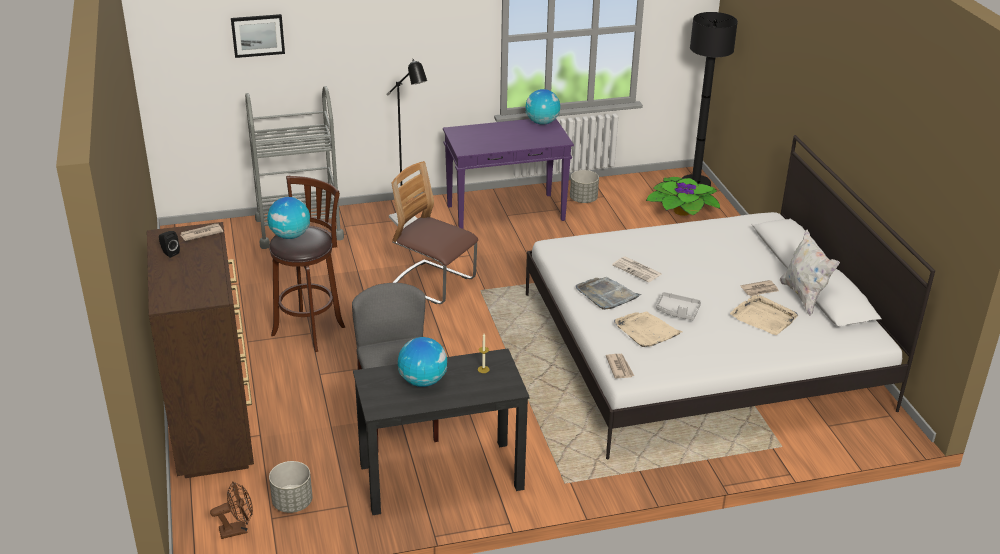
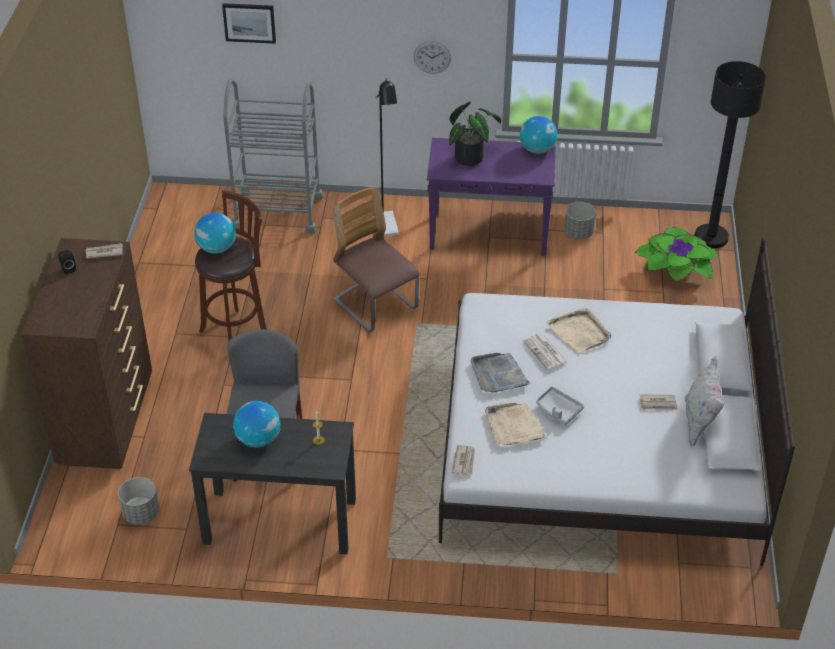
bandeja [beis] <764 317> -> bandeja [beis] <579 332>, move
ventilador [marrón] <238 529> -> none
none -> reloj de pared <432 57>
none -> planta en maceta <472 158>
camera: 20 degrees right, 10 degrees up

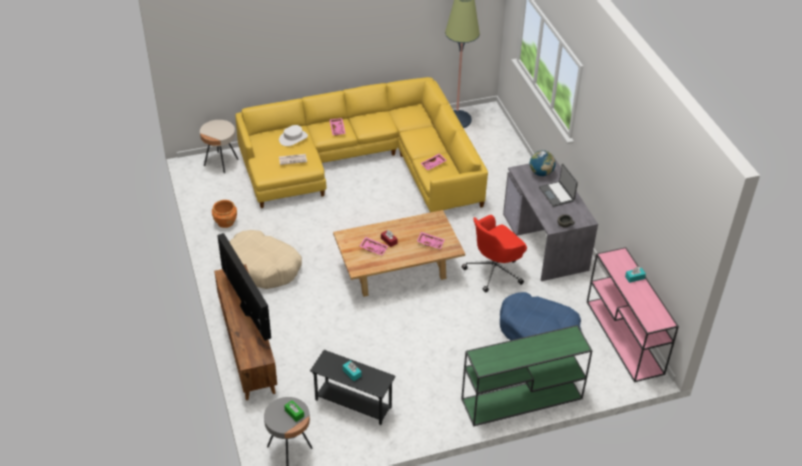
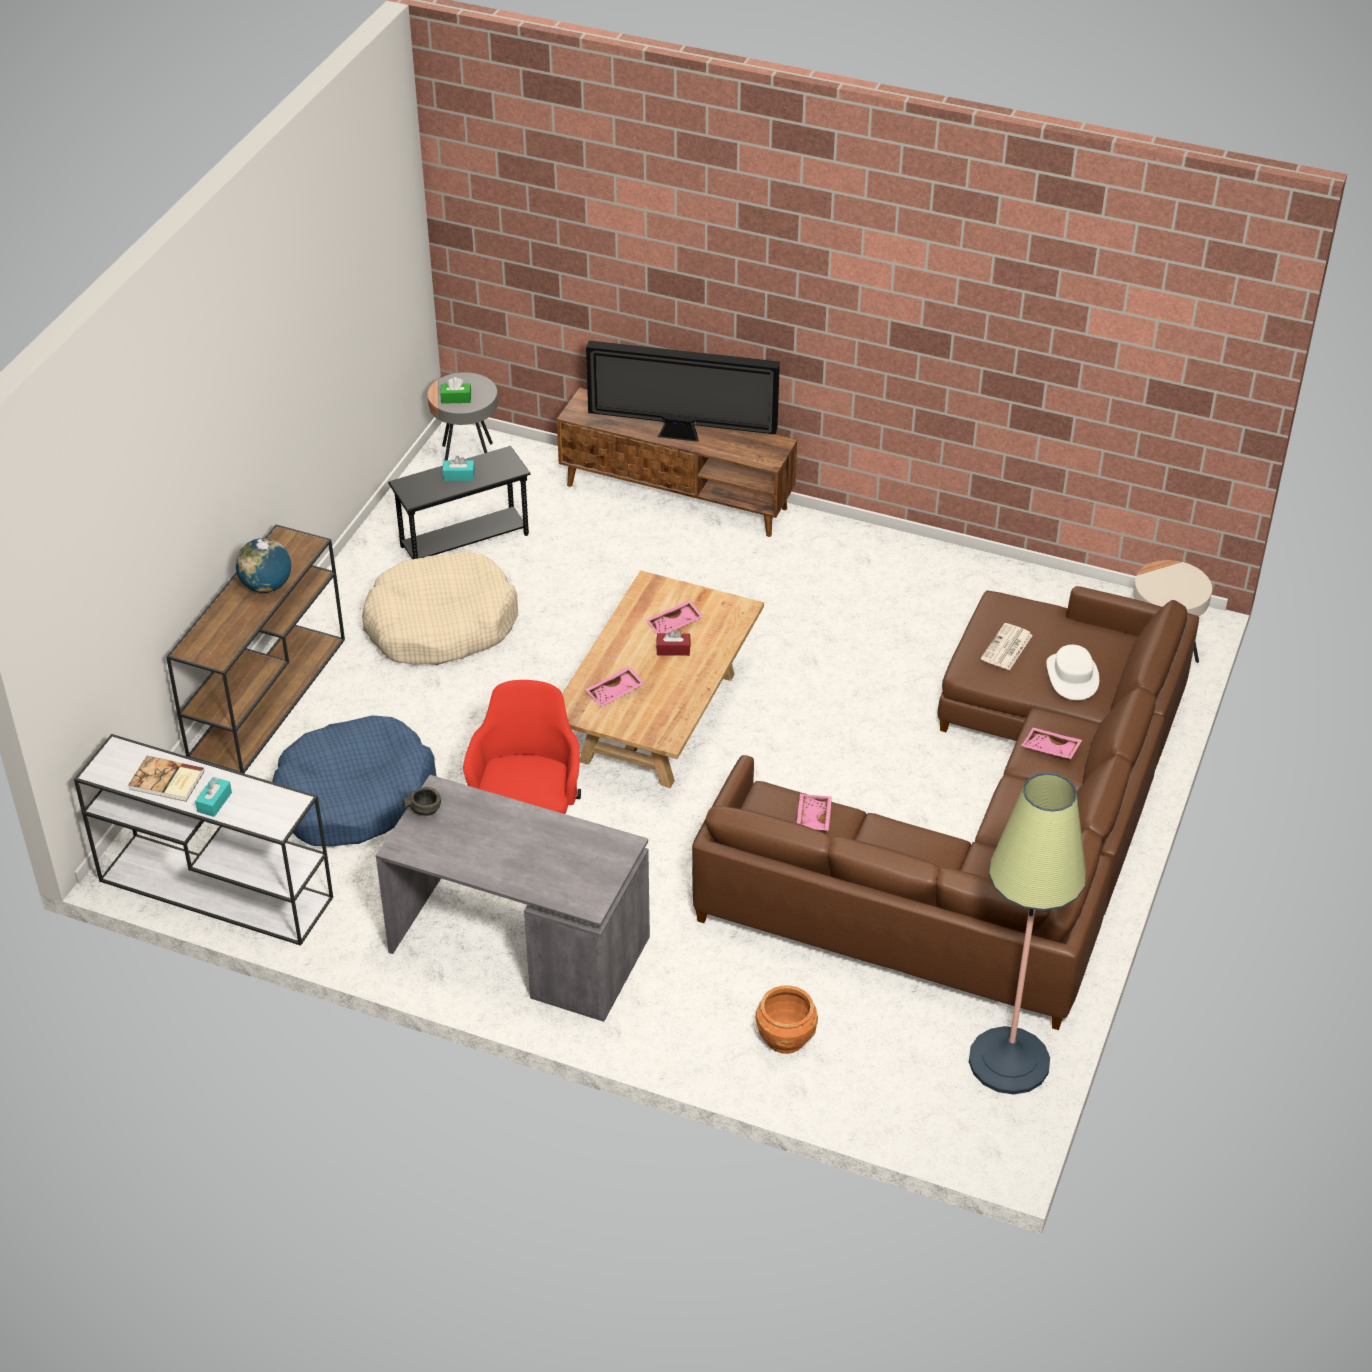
sofá [amarillo] <364 162> -> sofá [marrón] <990 833>
globo terráqueo <541 173> -> globo terráqueo <266 586>, move
portátil <557 194> -> none
maceta [naranja] <225 222> -> maceta [naranja] <786 1037>, move
cama para perro [beis] <263 267> -> cama para perro [beis] <440 625>, move
mesa consola [rosa] <625 338> -> mesa consola [blanco] <213 889>
mesa consola [verde] <520 399> -> mesa consola [marrón] <268 696>
none -> libro <167 781>
camera: 130 degrees right, 0 degrees up

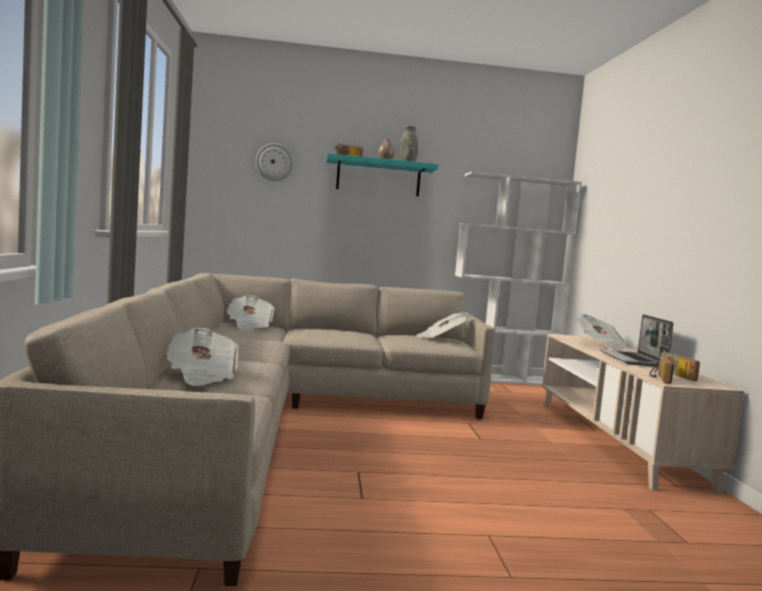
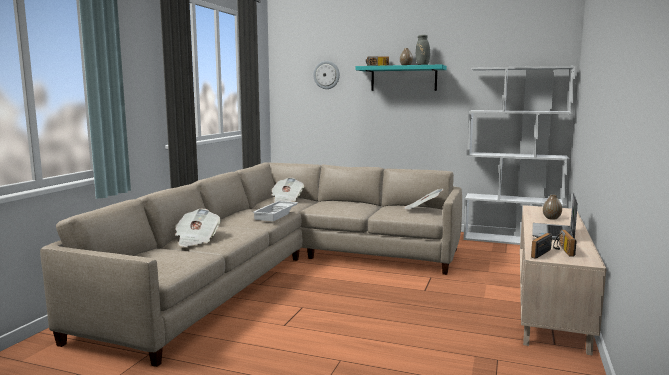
periódico <601 346> -> florero <551 218>
none -> bandeja [blanco] <277 214>
camera: 25 degrees right, 5 degrees up

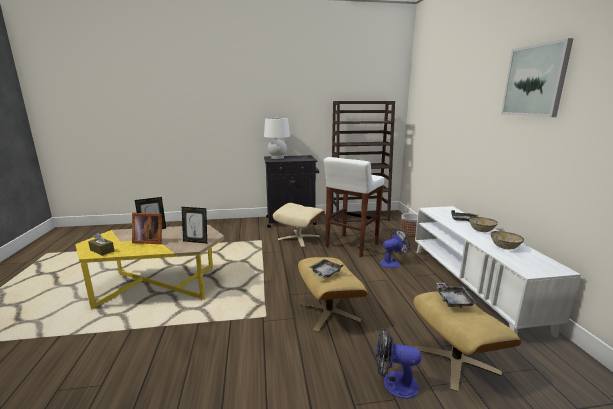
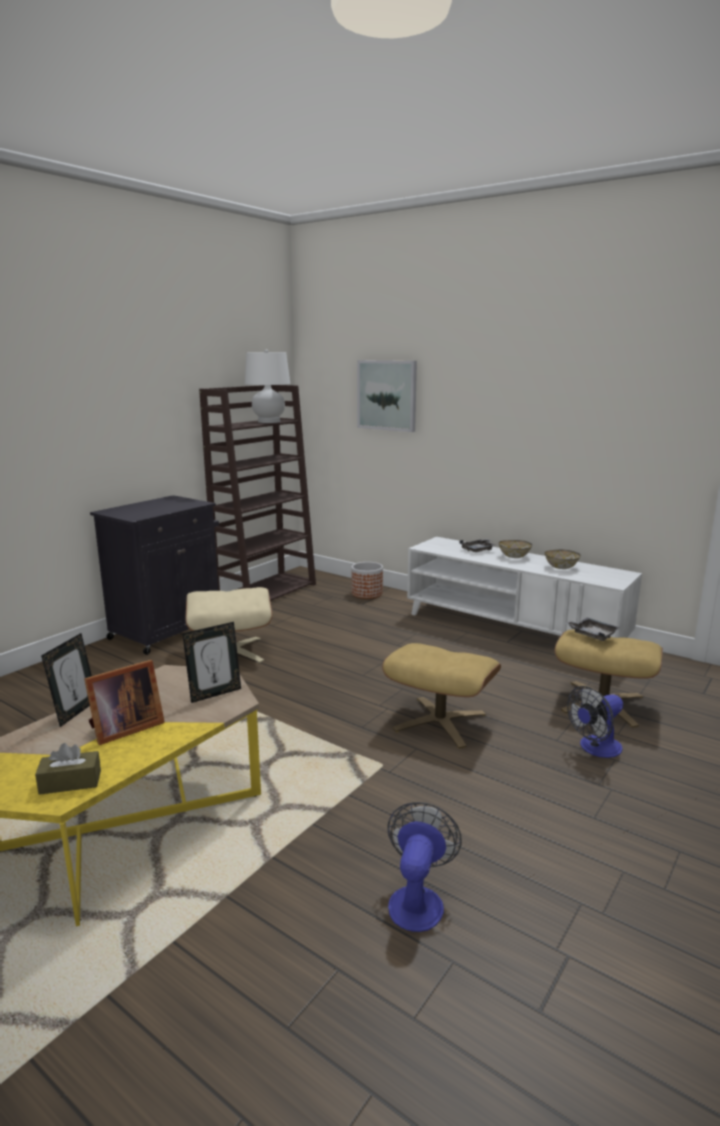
cuadro <535 81> -> cuadro <387 395>, move
lámpara de mesa [blanco] <277 157> -> lámpara de mesa [blanco] <269 421>, move
taburete [blanco] <351 245> -> none
ventilador <392 262> -> ventilador <417 900>, move
bandeja [gris] <325 273> -> none
camera: 45 degrees left, 0 degrees up

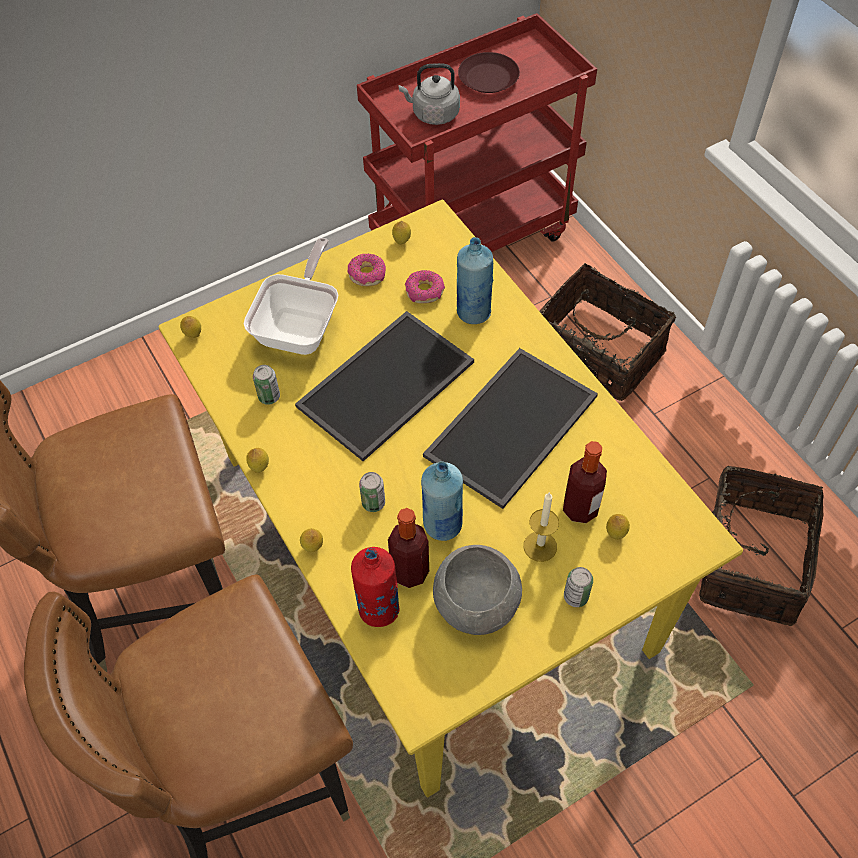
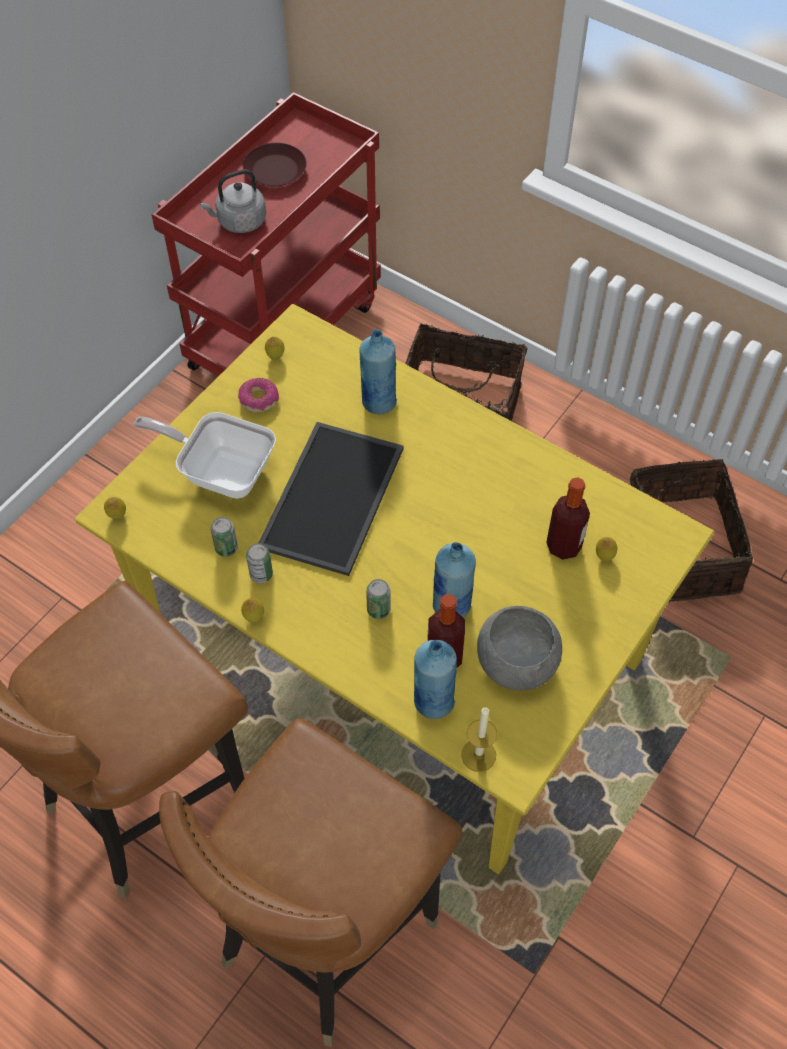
sartén <301 326> -> sartén <221 471>, 60 degrees counterclockwise
rosquilla <425 292> -> none
bandeja <512 428> -> none
vela <540 546> -> vela <478 755>, move
limón <313 547> -> none
botella [rojo] <378 608> -> botella [azul] <433 701>
lata <575 596> -> lata <261 574>, move
camera: 25 degrees left, 0 degrees up

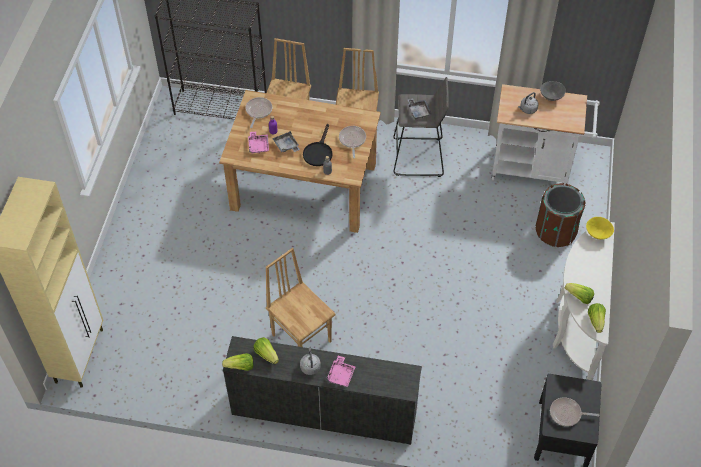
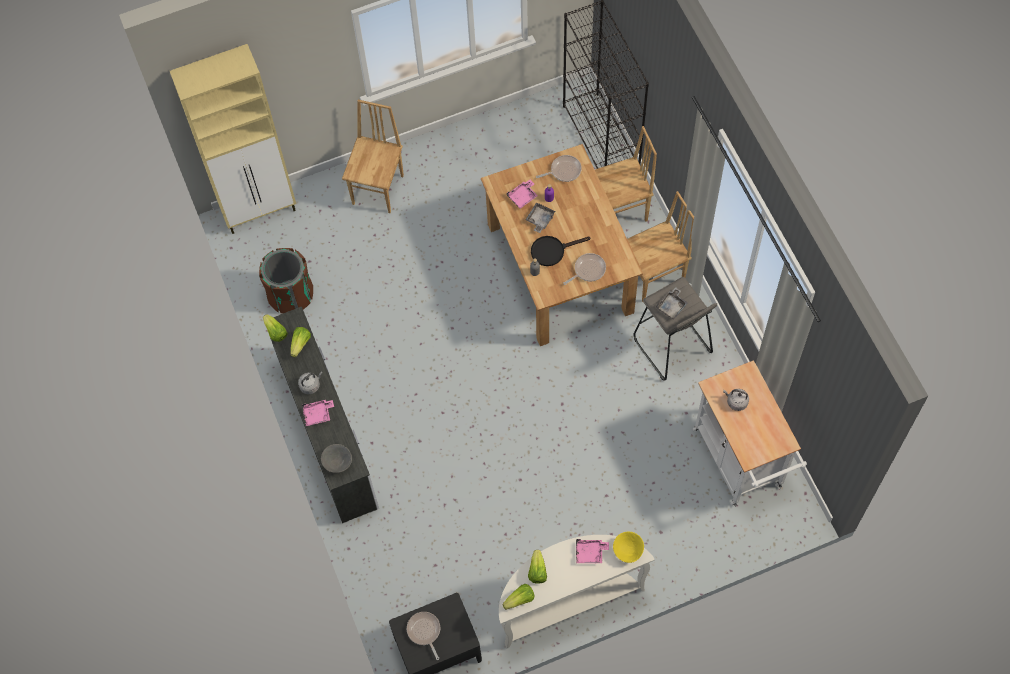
cuenco [gris] <551 97> -> cuenco [gris] <338 463>, move
papelera [marrón] <555 231> -> papelera [marrón] <291 295>, move
silla [marrón] <302 337> -> silla [marrón] <379 189>, move
none -> bandeja [rosa] <590 553>
camera: 60 degrees right, 10 degrees up

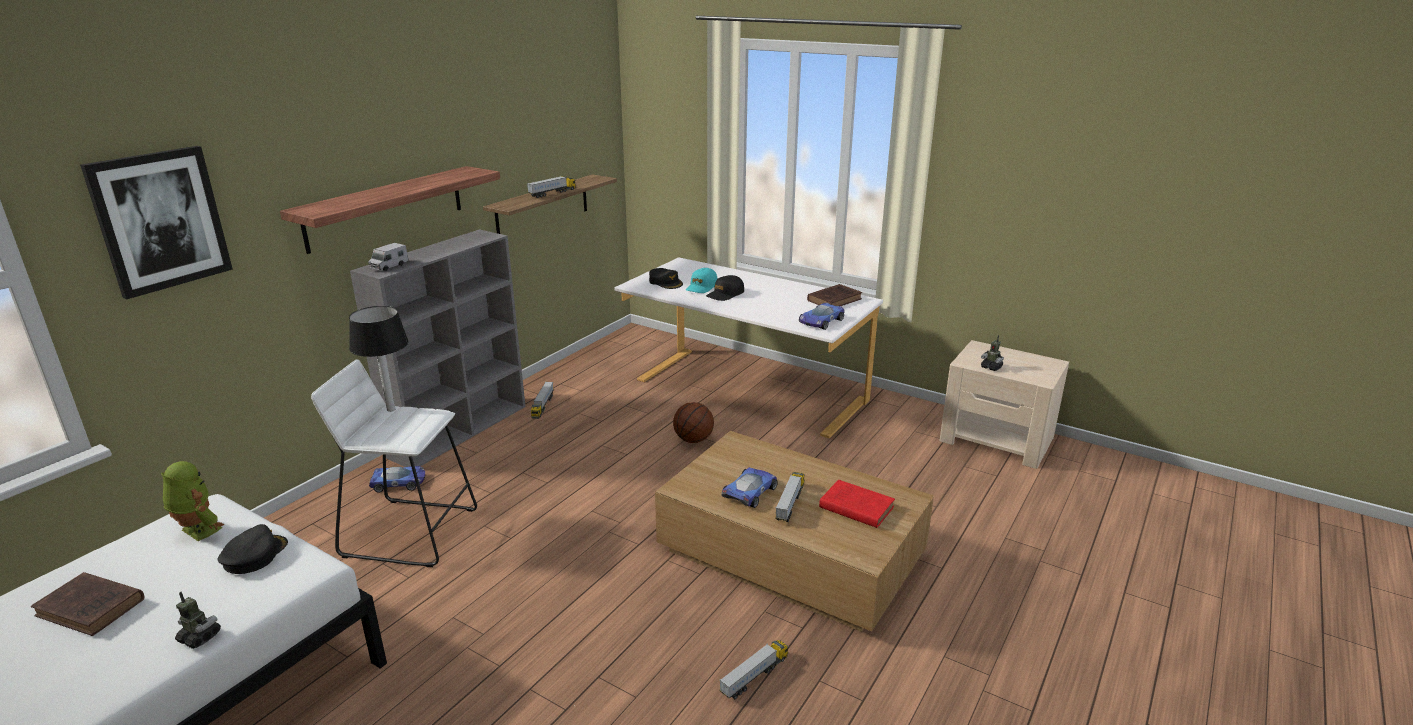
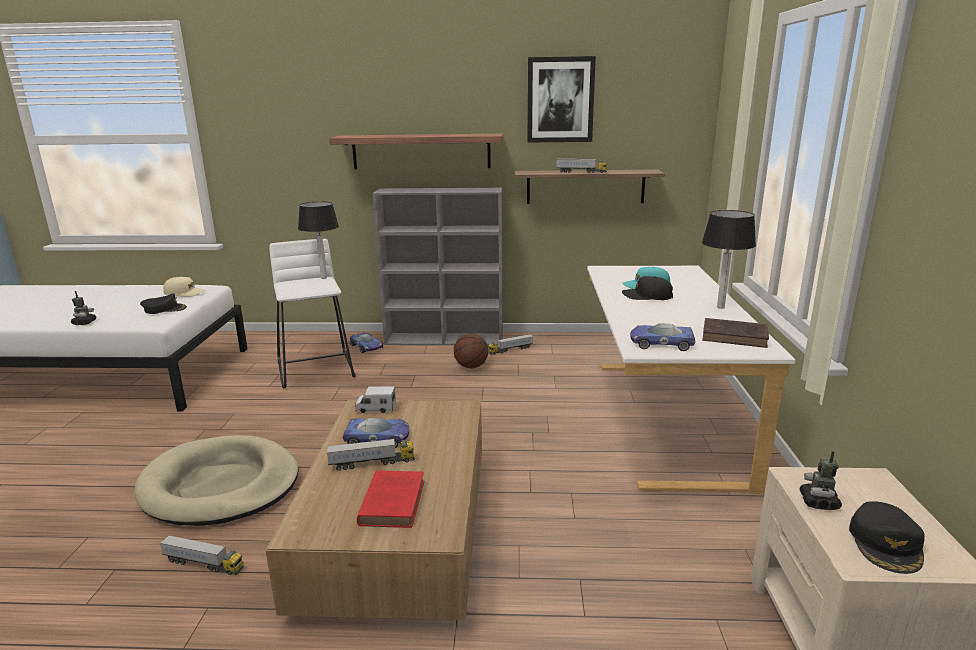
cuadro <160 220> -> cuadro <560 100>, move
camión de juguete <389 266> -> camión de juguete <376 408>, move
gorra [negro] <665 282> -> gorra [negro] <886 543>, move
balón de baloncesto <693 440> -> balón de baloncesto <471 366>, move
robot de juguete <198 531> -> gorra [beis] <185 293>
libro [marrón] <92 608> -> none
none -> lámpara de mesa <721 307>
none -> cama para perro [beis] <220 485>
camera: 60 degrees right, 5 degrees down

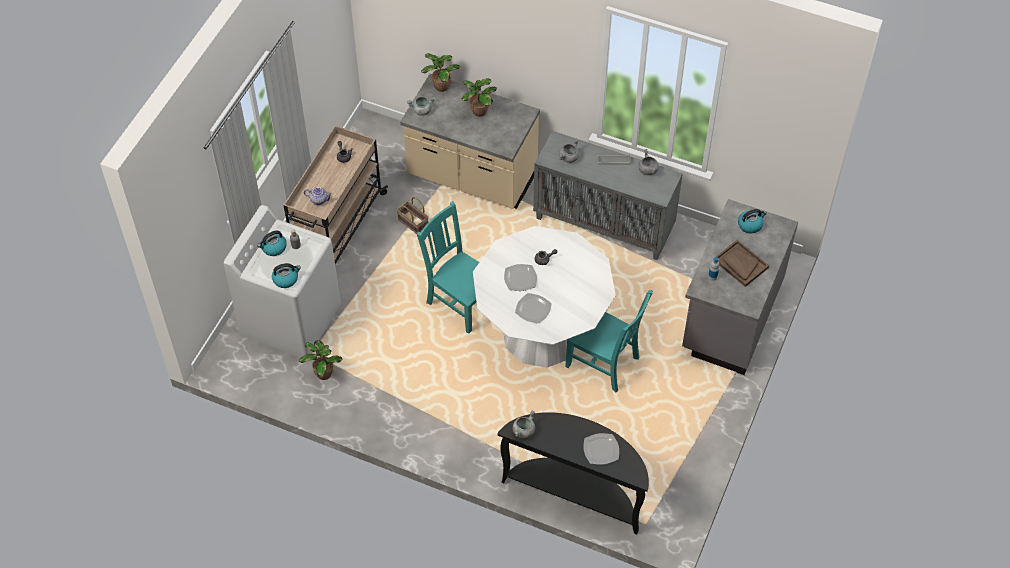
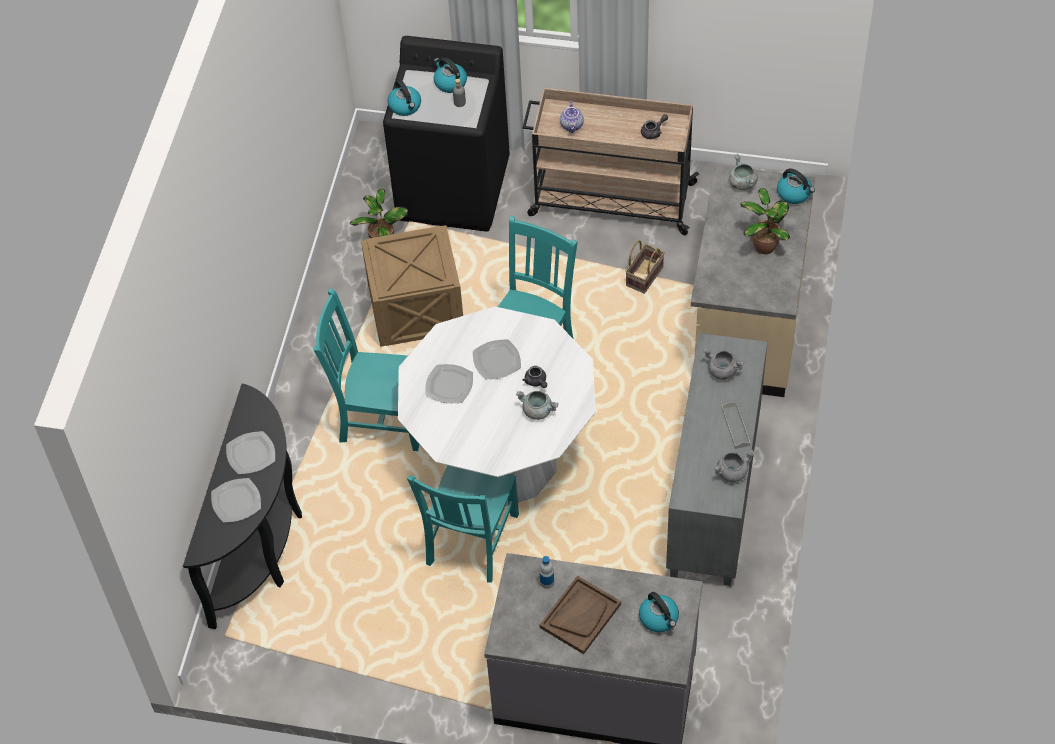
planta en maceta <440 86> -> hervidor <794 193>
lavadora [blanco] <291 320> -> lavadora [negro] <454 190>
olla [gris] <523 430> -> olla [gris] <538 410>, move
none -> caja de embalaje <414 310>
none -> silla [turquesa] <381 419>
none -> plato <250 454>
camera: 80 degrees right, 0 degrees up

